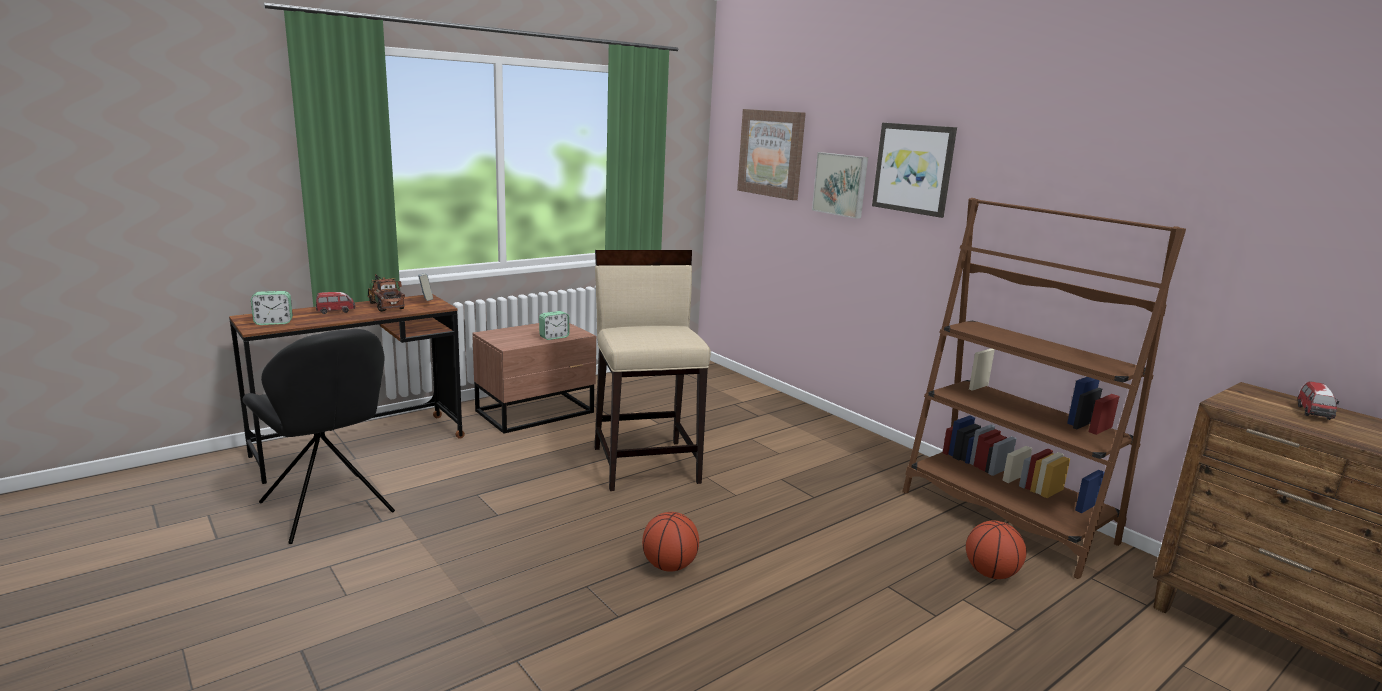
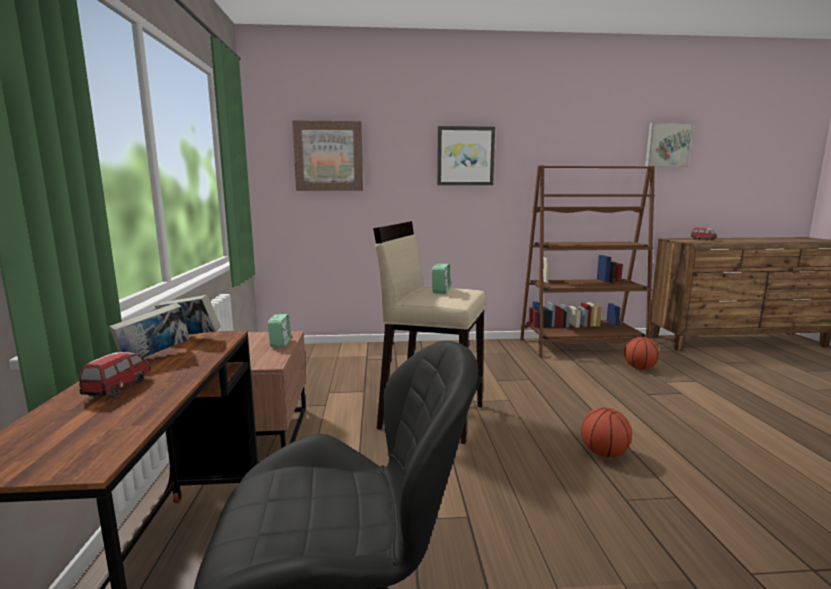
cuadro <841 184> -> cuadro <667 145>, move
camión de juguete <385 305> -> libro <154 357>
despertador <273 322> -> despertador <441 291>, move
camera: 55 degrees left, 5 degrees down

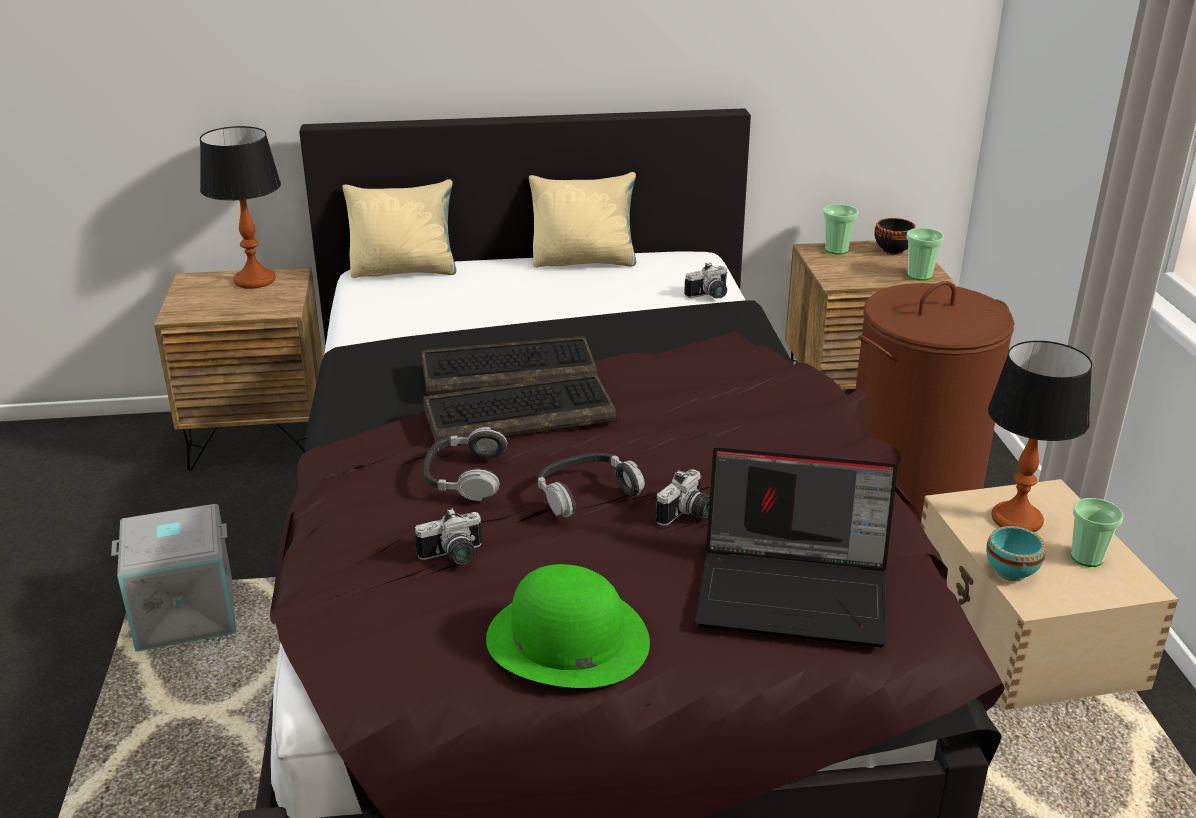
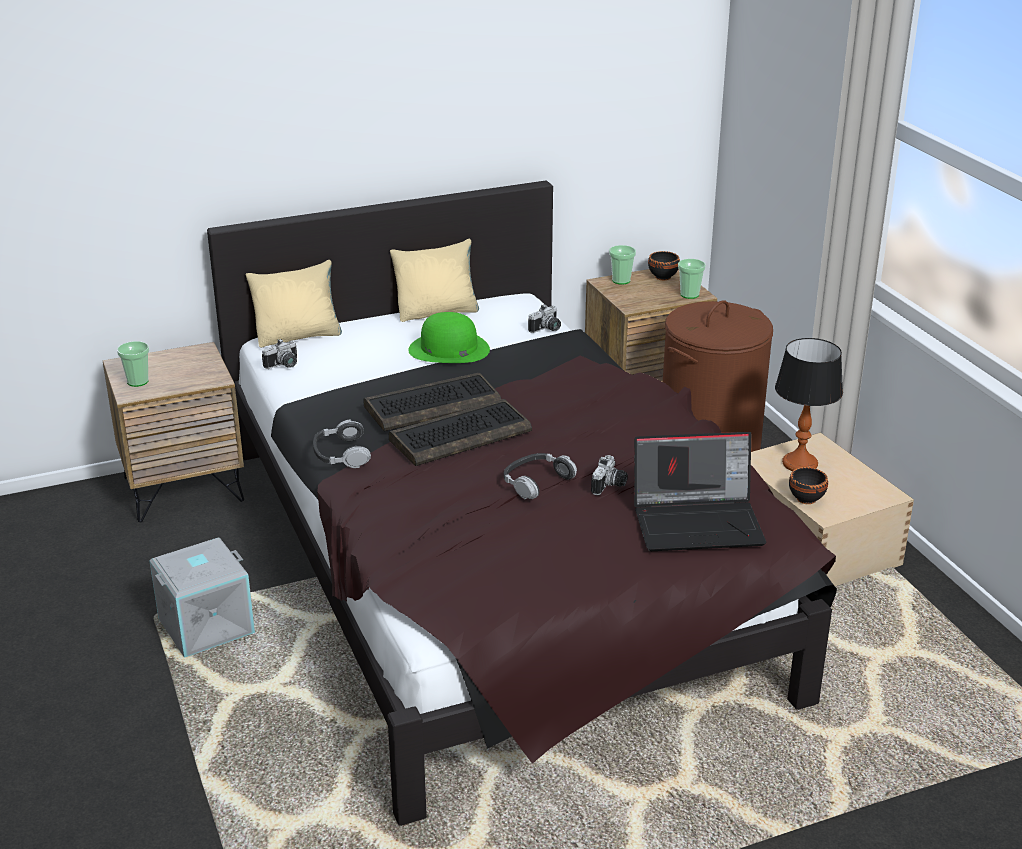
lámpara de mesa <254 280> -> none
auriculares <465 476> -> auriculares <341 454>, move
taza <1087 557> -> taza <137 381>, move
cámara <453 557> -> cámara <284 365>, move
cuenco [turquesa] <1011 573> -> cuenco [negro] <807 499>
sombrero [verde] <566 639> -> sombrero [verde] <448 349>, move
camera: 15 degrees left, 0 degrees up

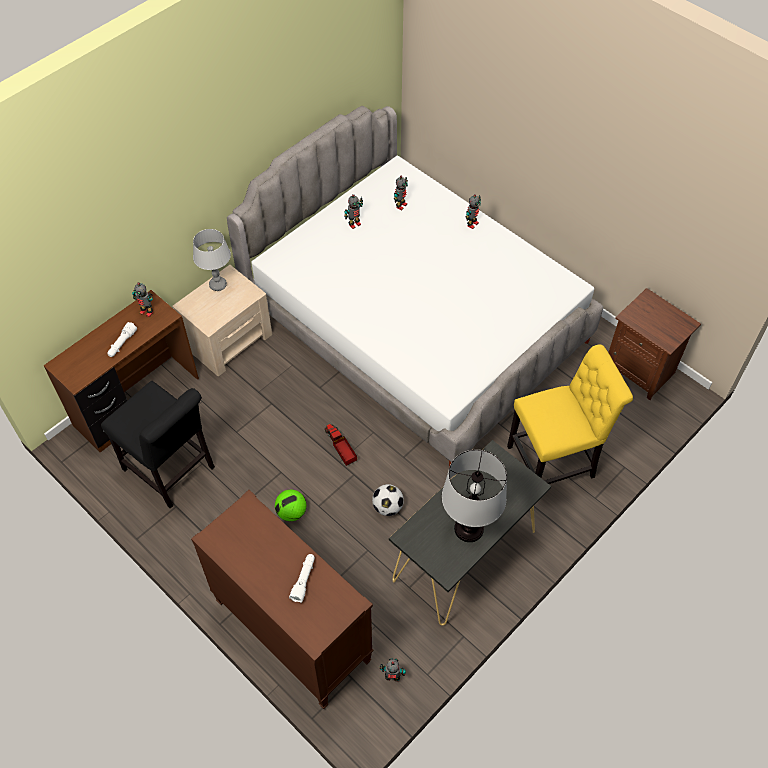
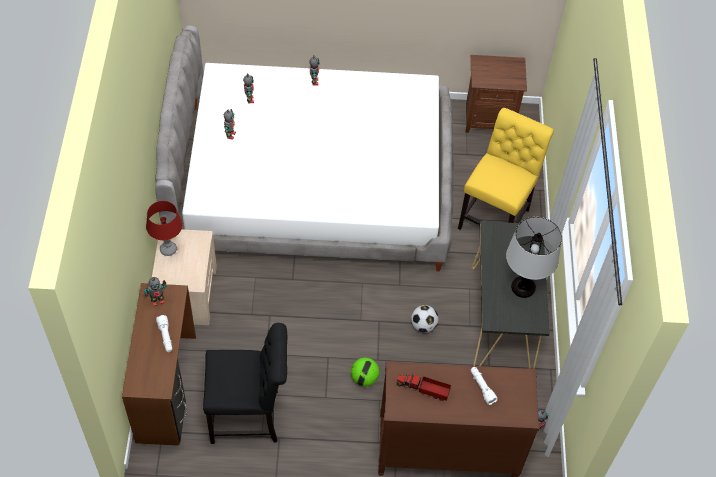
lámpara de mesa [gris] <217 285> -> lámpara de mesa [rojo] <168 249>
camión de juguete <340 448> -> camión de juguete <424 389>, move
camera: 45 degrees left, 0 degrees up

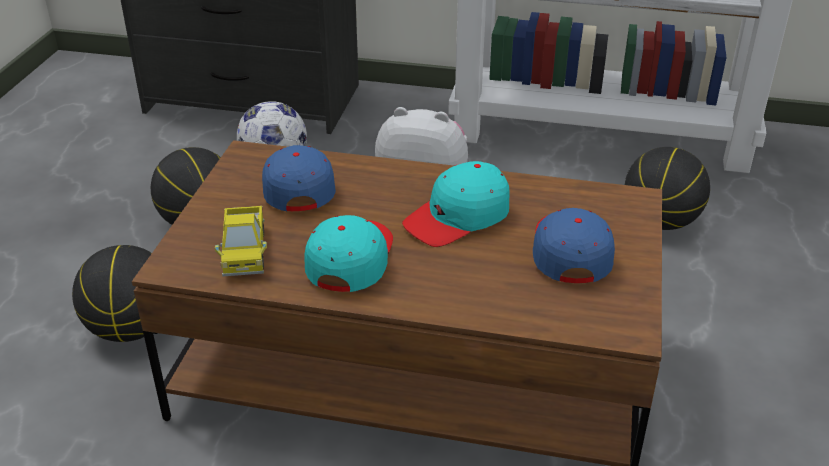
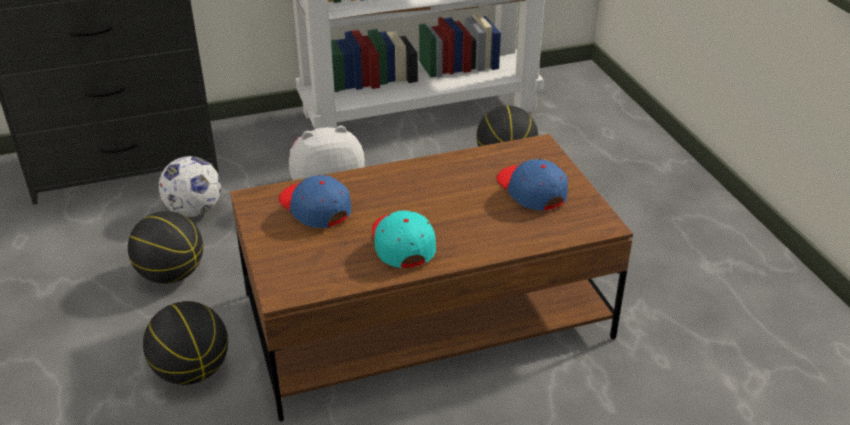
gorra [turquesa] <458 217> -> none
camión de juguete <245 252> -> none
camera: 30 degrees left, 0 degrees up

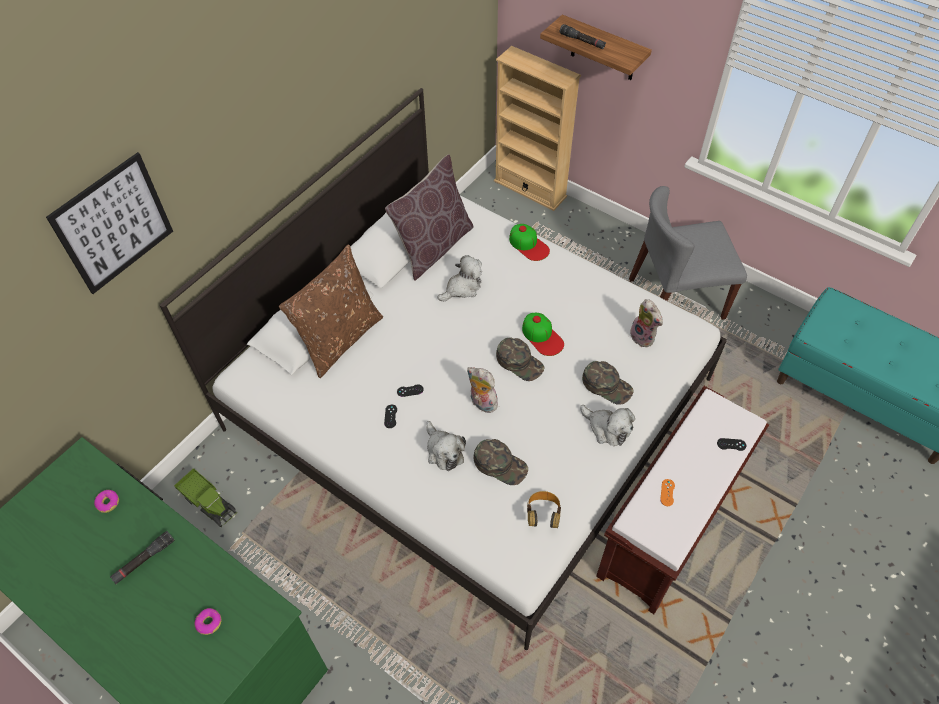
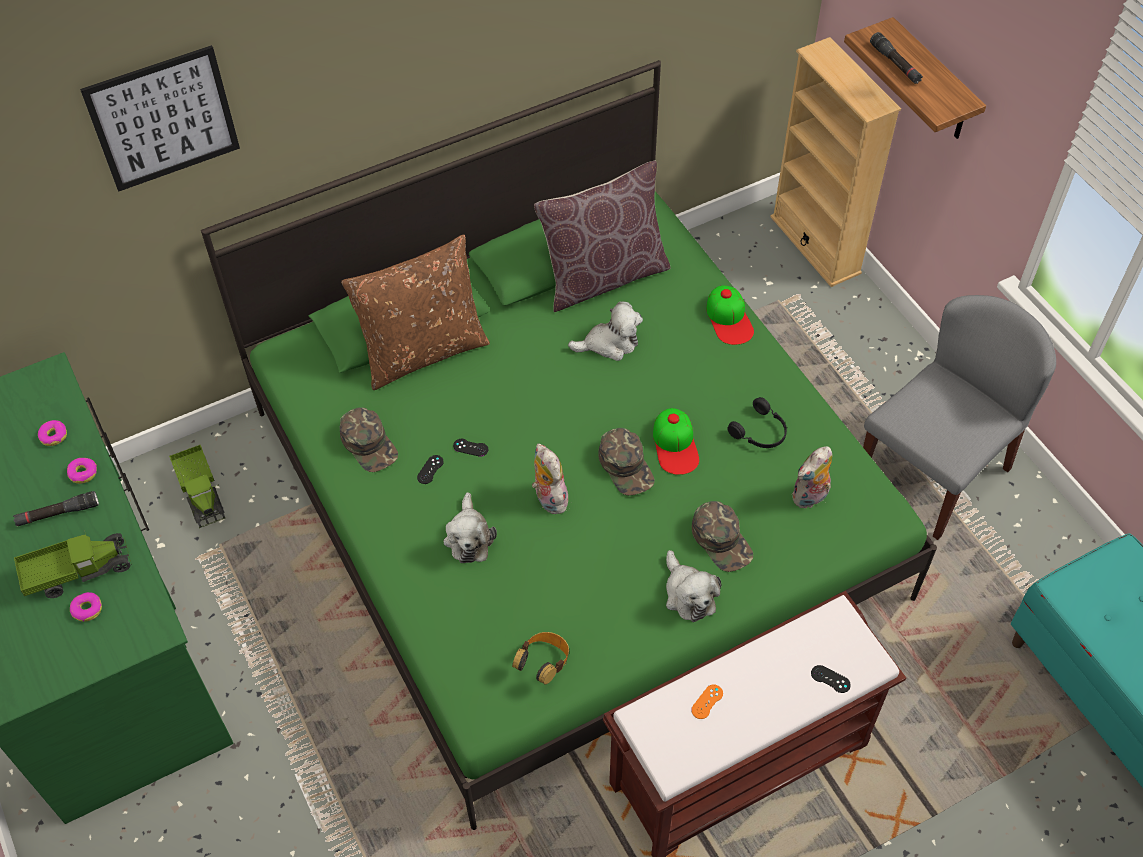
cama [blanco] <470 403> -> cama [verde] <572 501>
silla [gris] <675 299> -> silla [gris] <933 472>, 120 degrees clockwise
peluche <644 337> -> peluche <810 498>, 60 degrees clockwise
gorra [verde] <500 464> -> gorra [verde] <369 444>, move
none -> auriculares [negro] <760 432>
none -> rosquilla <83 473>
none -> camión de juguete <77 572>
camera: 25 degrees right, 0 degrees up

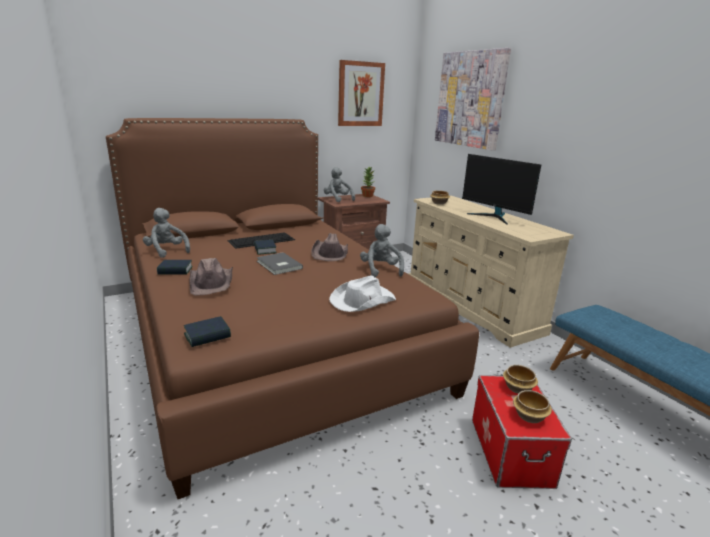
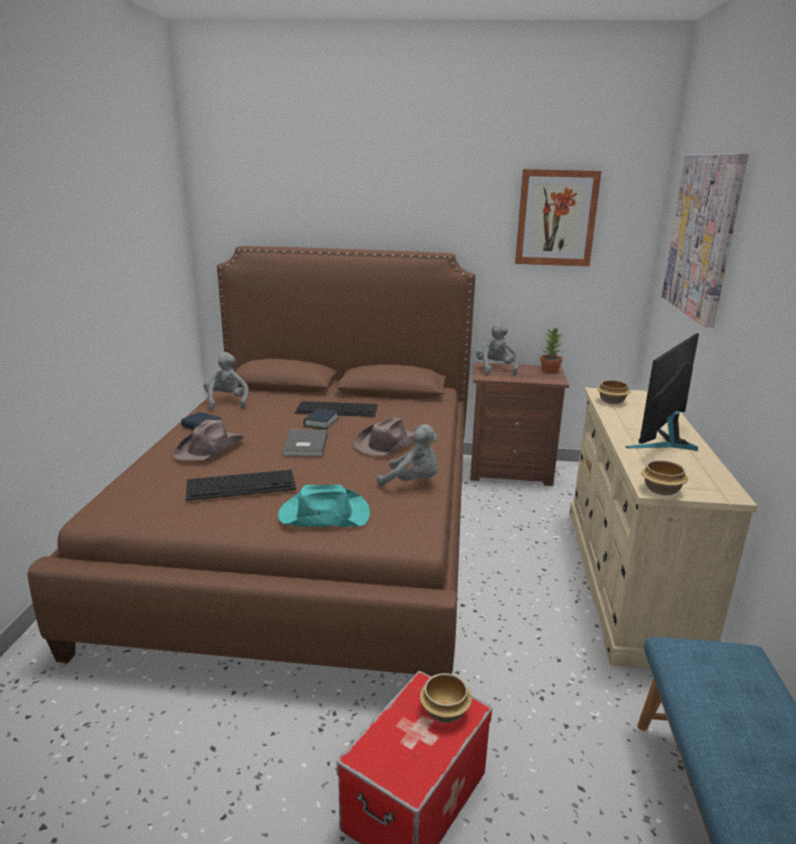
monitor <494 217> -> monitor <663 442>, 45 degrees clockwise
peluche [gris] <380 270> -> peluche [gris] <413 482>, 90 degrees clockwise
sombrero [blanco] <362 300> -> sombrero [turquesa] <323 515>
libro <207 336> -> none
cuenco <530 416> -> cuenco <662 490>, move
none -> teclado <242 484>
camera: 35 degrees right, 0 degrees up

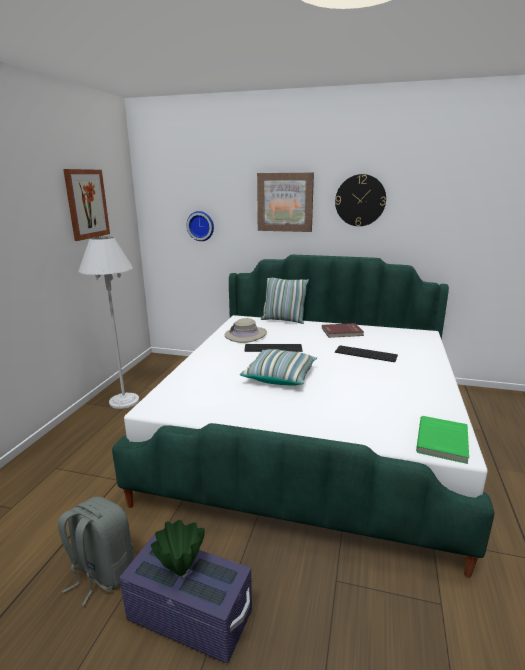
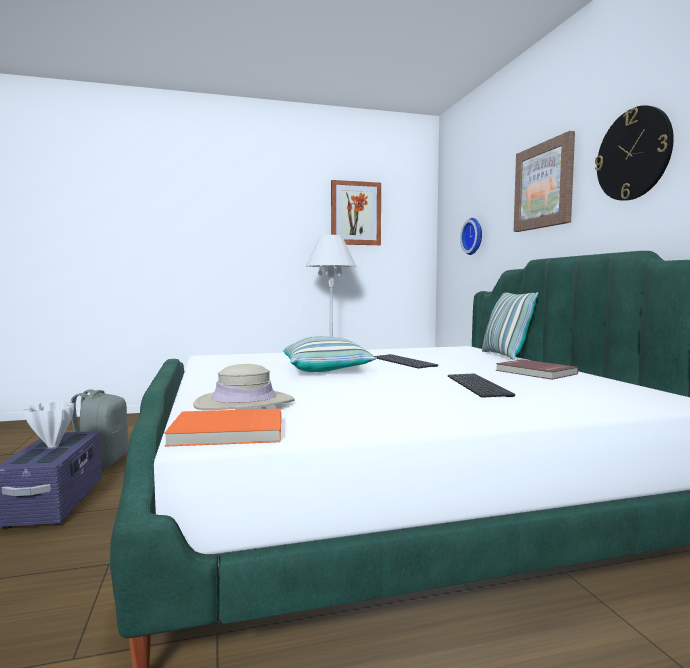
sombrero [beis] <245 335> -> sombrero [beis] <244 403>, move
libro [verde] <443 441> -> libro [naranja] <227 432>
florero [verde] <180 571> -> florero [blanco] <52 445>
camera: 60 degrees right, 15 degrees down

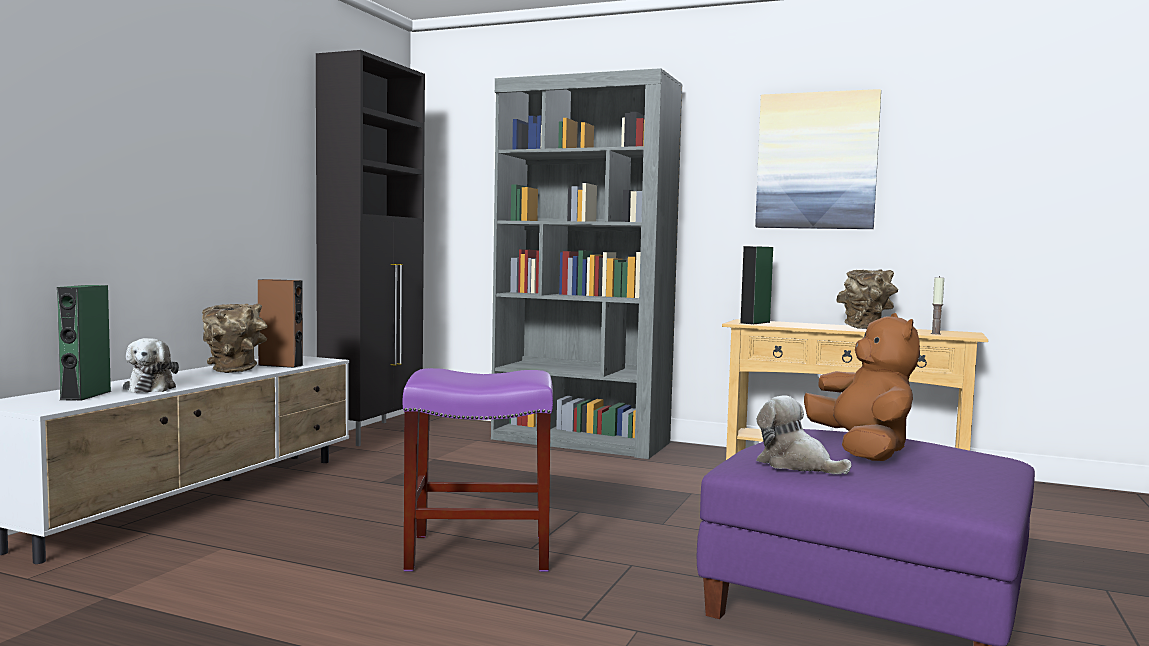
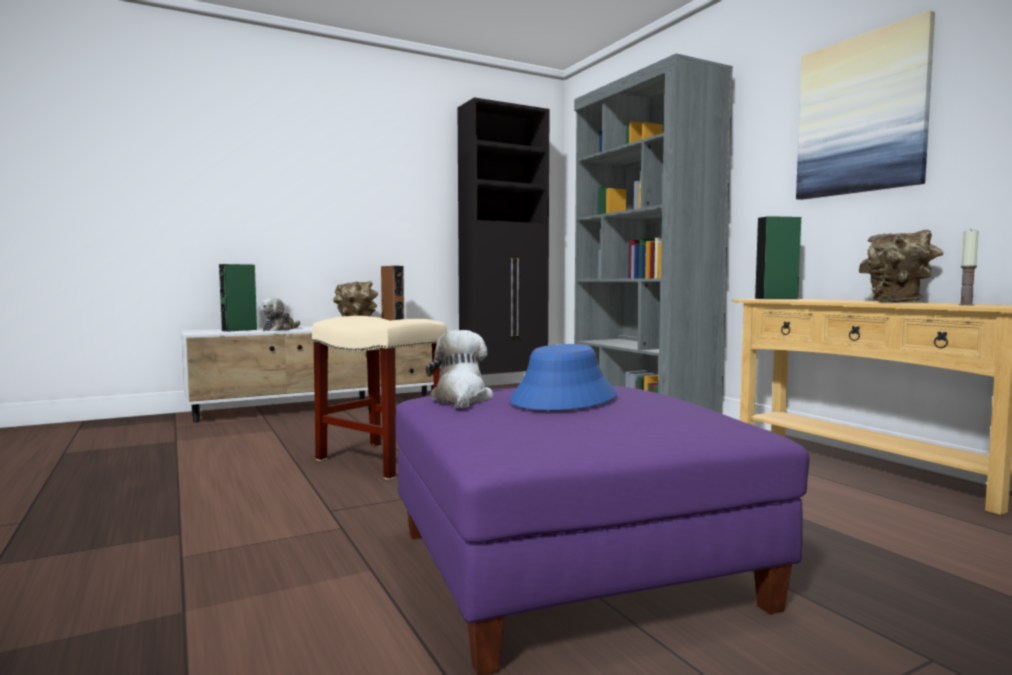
peluche [marrón] <862 450> -> sombrero [azul] <564 398>
taburete [morado] <481 552> -> taburete [beis] <383 460>
camera: 40 degrees right, 0 degrees up

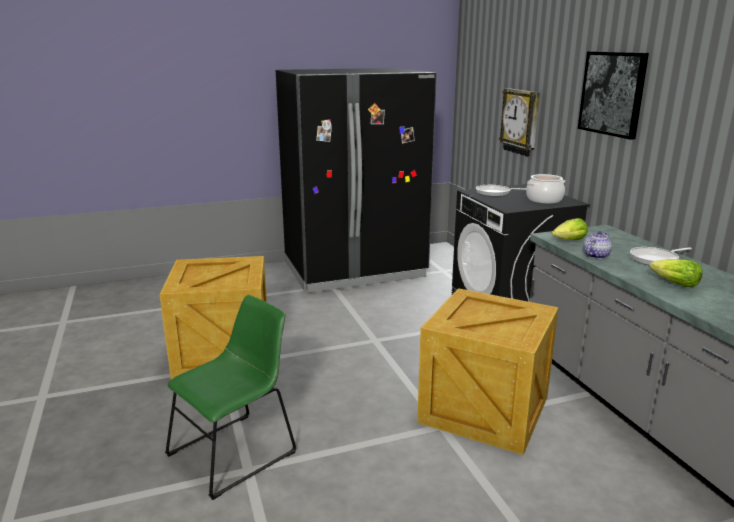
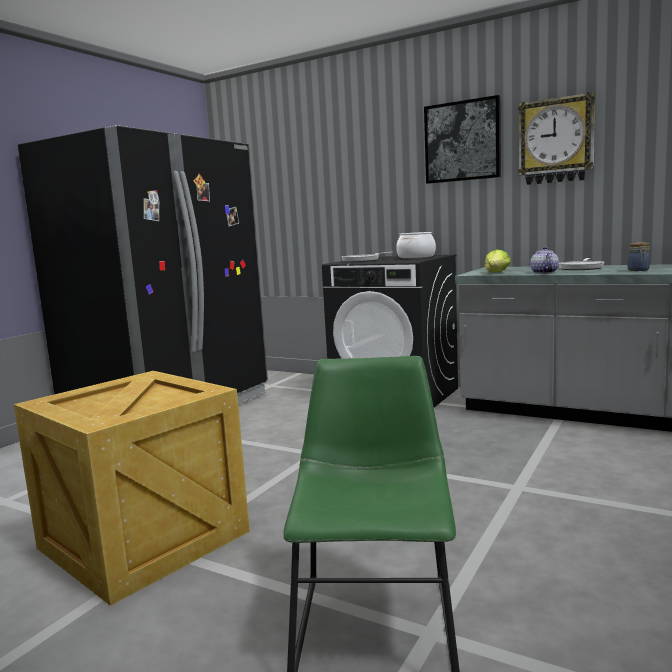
reloj de pared <521 122> -> reloj de pared <556 141>, move
lechuga <675 284> -> tarro <638 270>
caja de embalaje <486 409> -> none
camera: 40 degrees left, 10 degrees down

